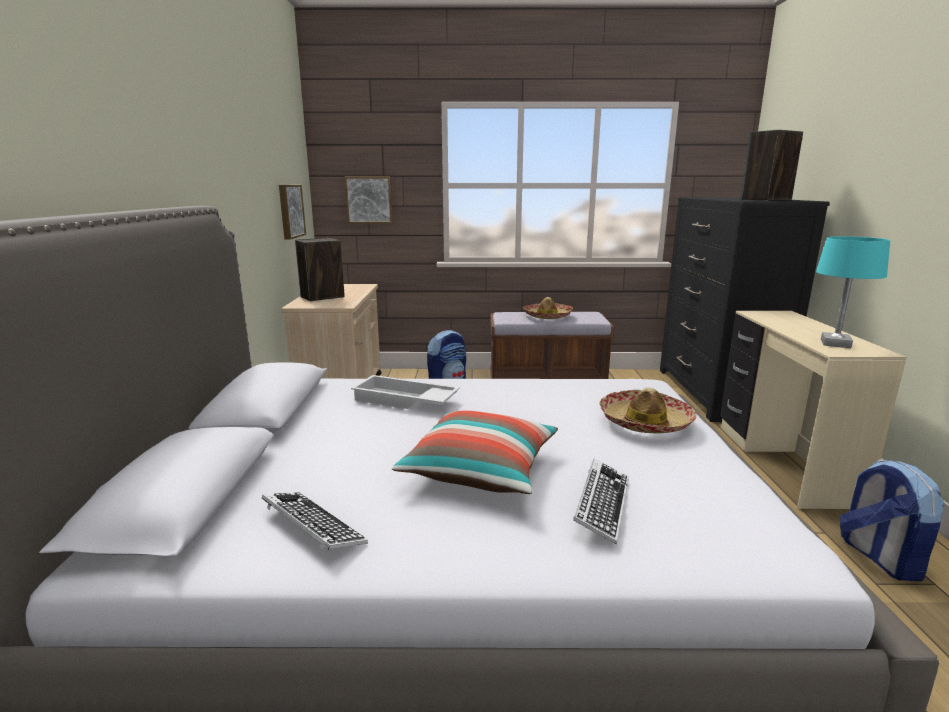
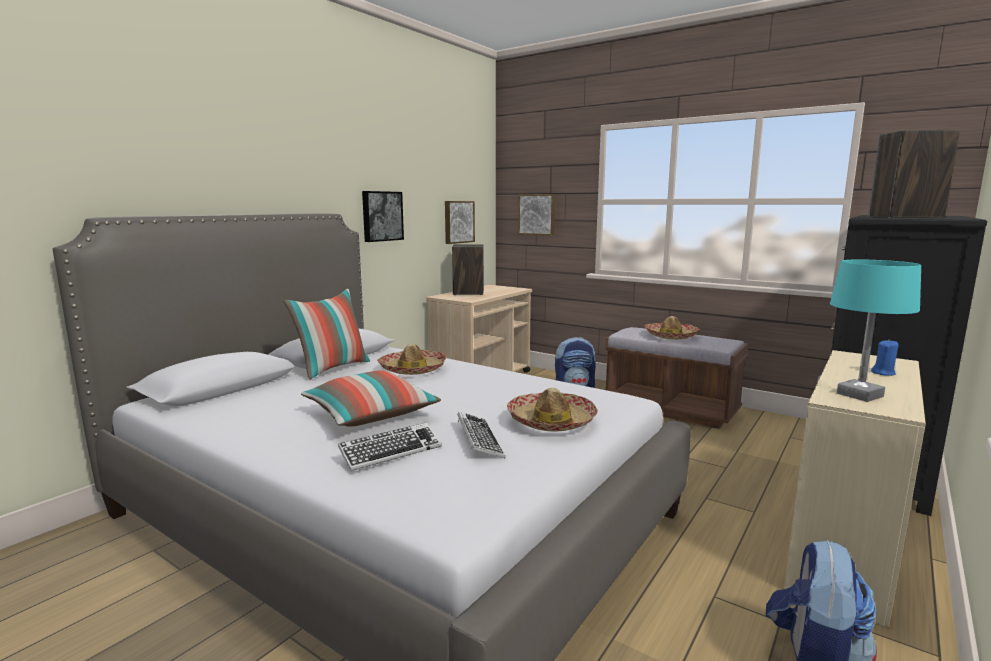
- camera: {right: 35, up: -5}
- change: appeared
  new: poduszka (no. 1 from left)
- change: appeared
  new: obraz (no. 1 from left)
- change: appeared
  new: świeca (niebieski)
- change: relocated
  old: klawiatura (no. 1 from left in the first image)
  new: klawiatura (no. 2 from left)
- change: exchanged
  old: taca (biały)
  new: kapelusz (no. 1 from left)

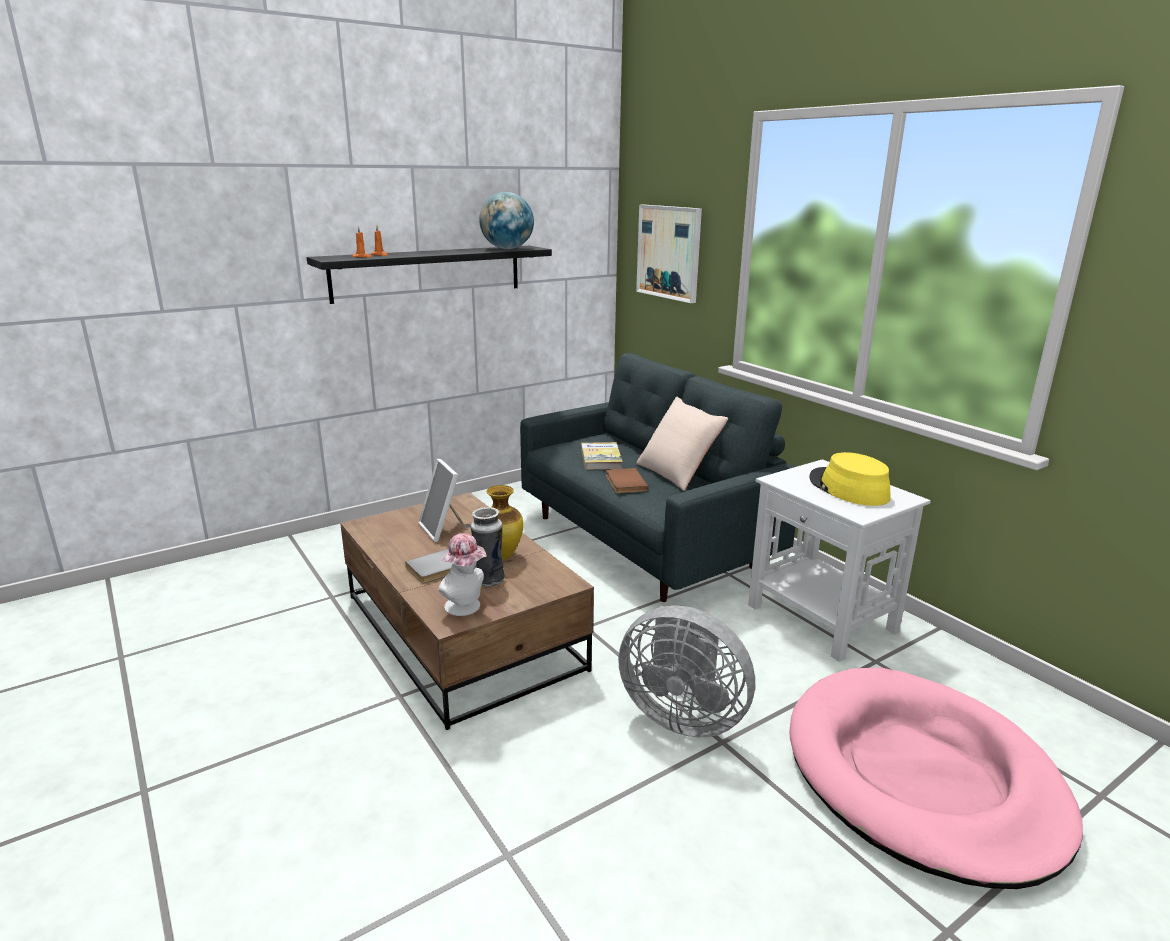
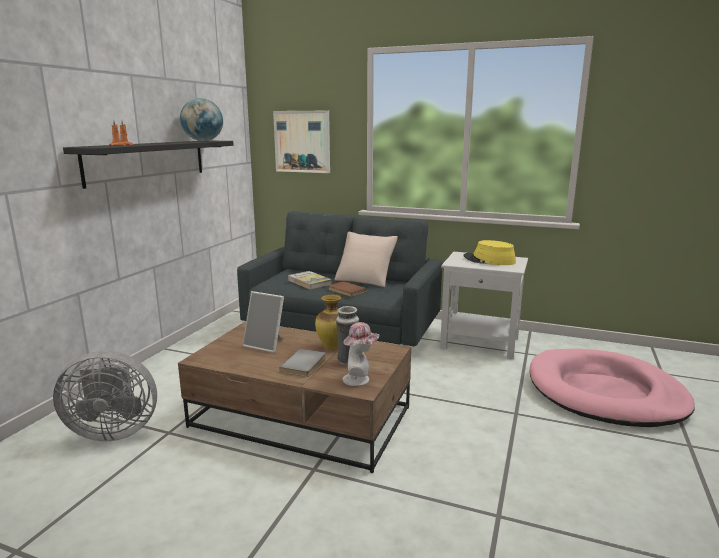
- camera: {right: -35, up: -5}
- change: relocated
  old: wentylator (szary)

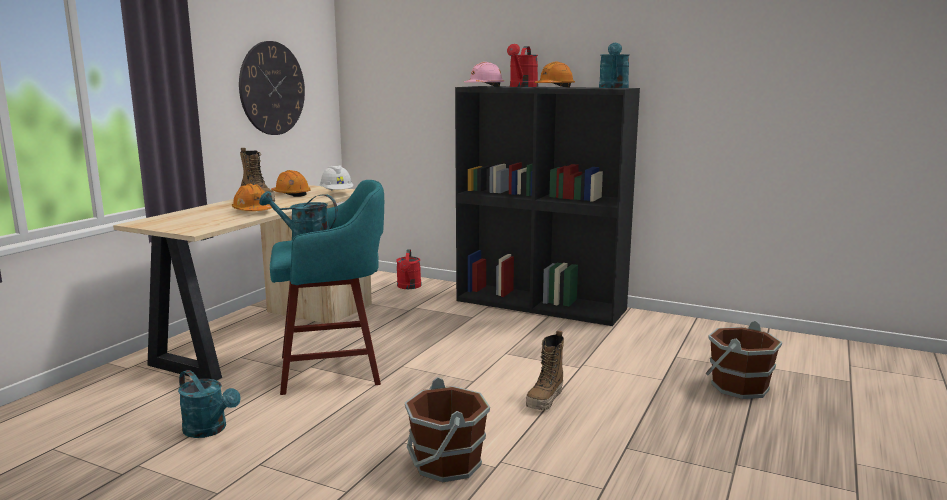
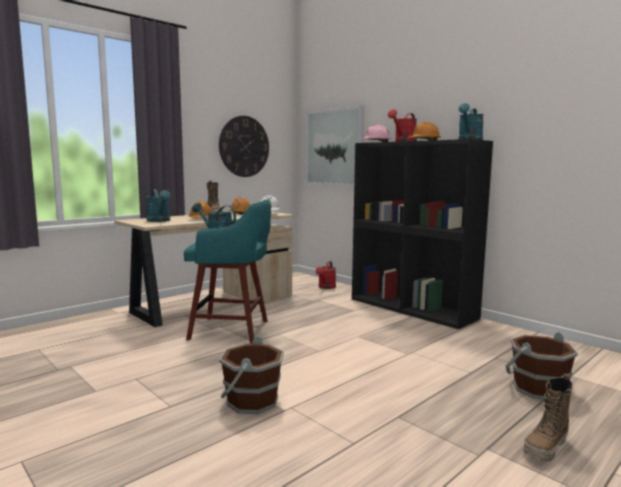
- camera: {right: 20, up: -5}
- change: appeared
  new: obraz
- change: relocated
  old: konewka (turkusowy) (no. 1 from left)
- change: relocated
  old: but z cholewką (no. 2 from left)

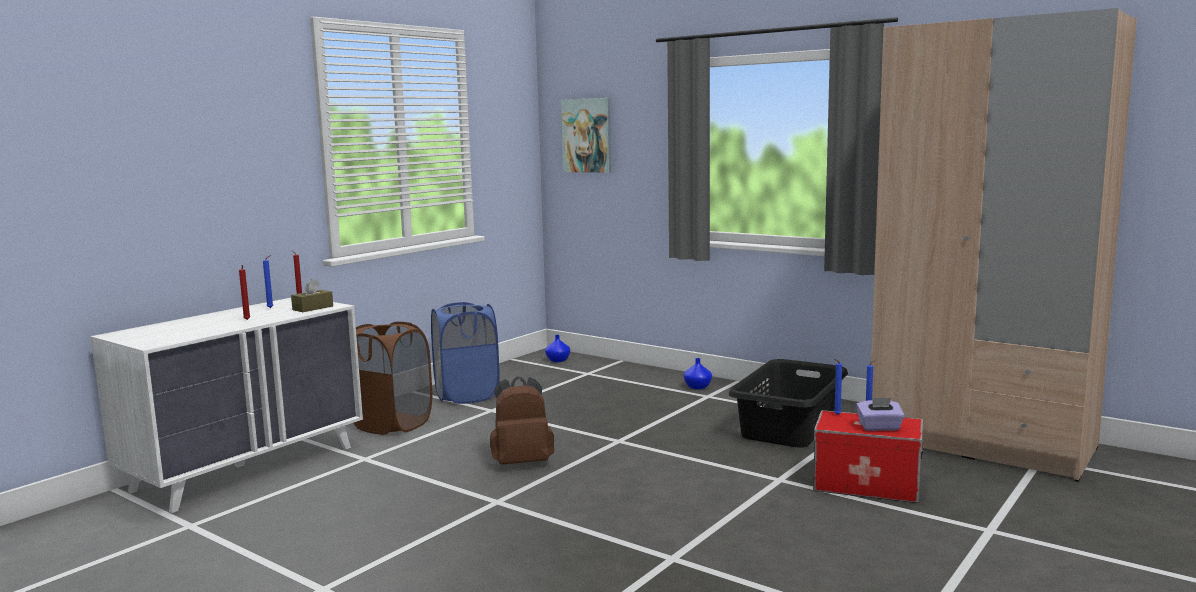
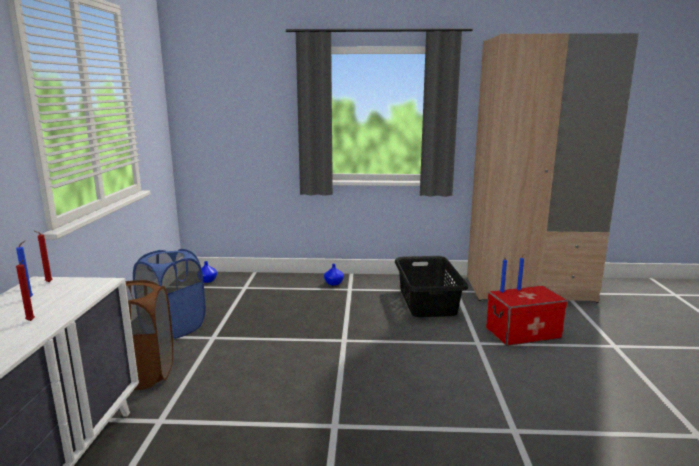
- camera: {right: -35, up: 5}
- change: missing
  old: pudełko chusteczek (brązowy)
- change: missing
  old: plecak (brązowy)
- change: missing
  old: obraz
- change: missing
  old: pudełko chusteczek (fioletowy)

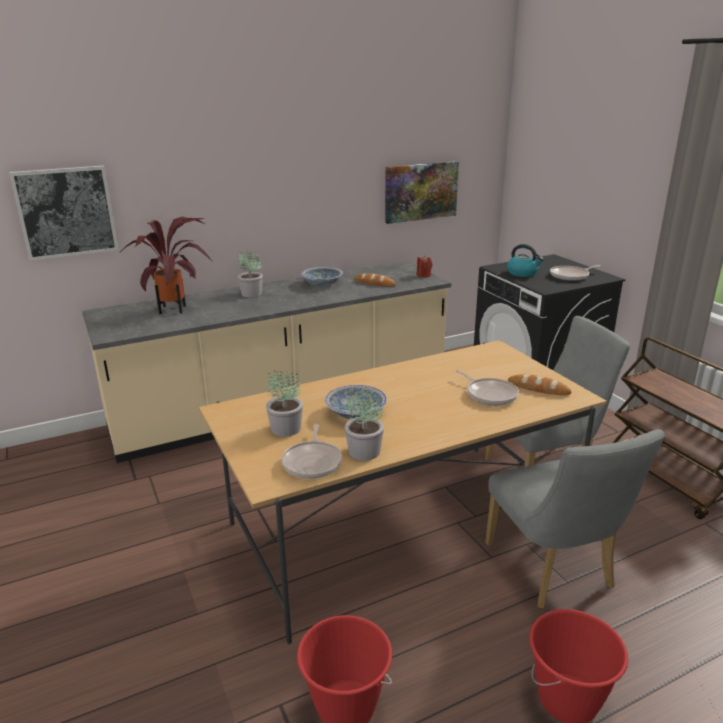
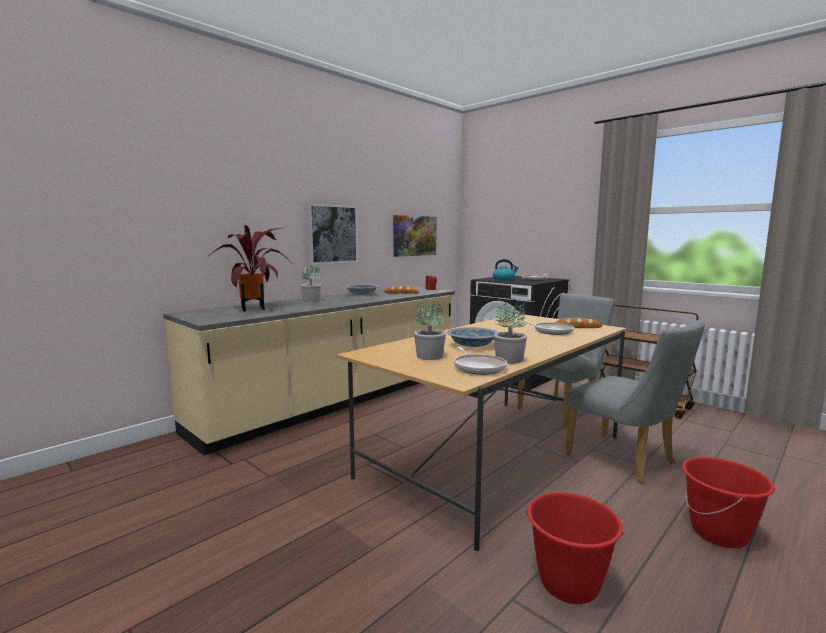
- camera: {right: -20, up: -15}
- change: relocated
  old: obraz (no. 1 from left)

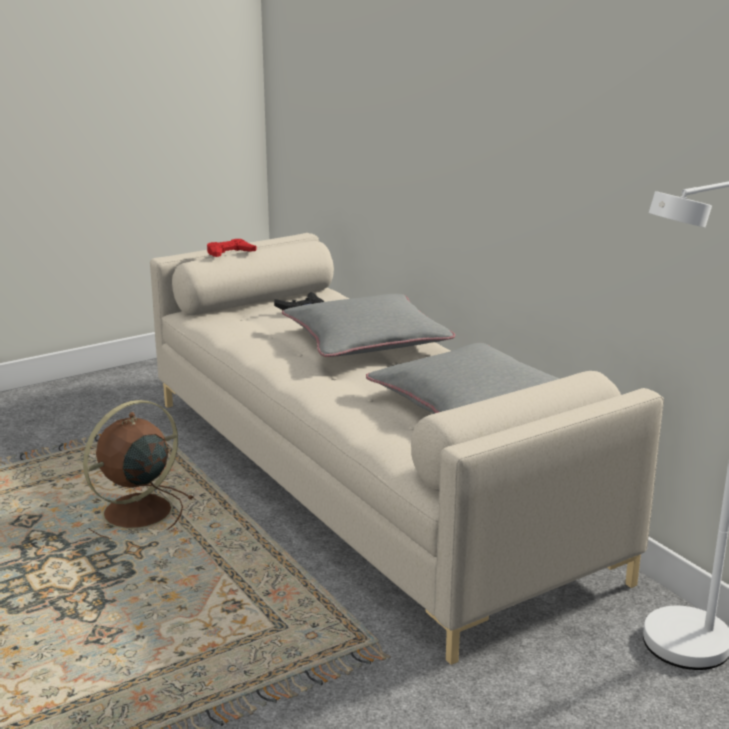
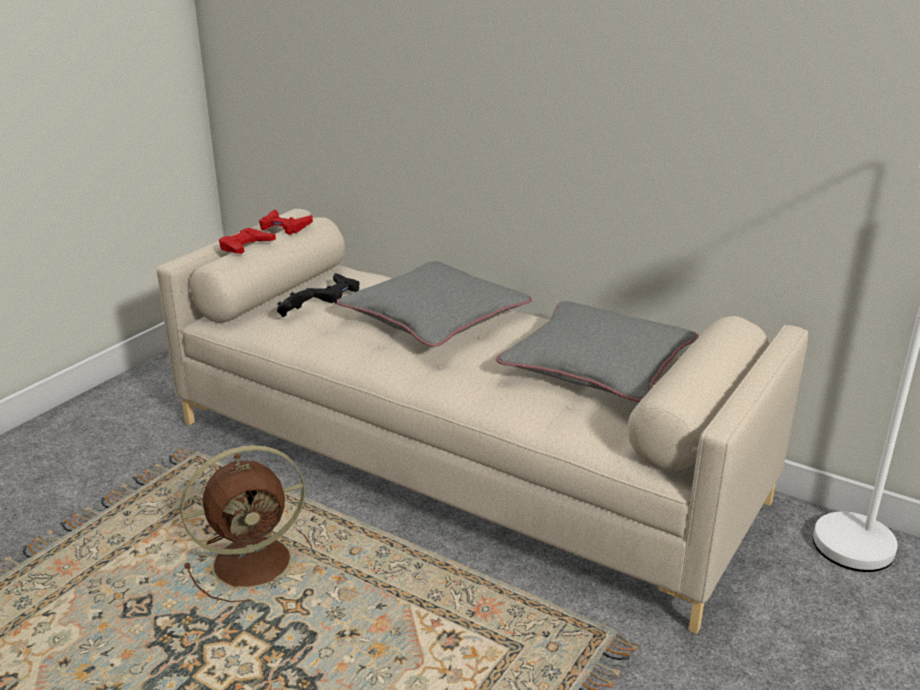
- camera: {right: -25, up: 5}
- change: appeared
  new: pad do gier (czerwony) (no. 2 from left)
- change: appeared
  new: pad do gier (czarny) (no. 1 from left)
- change: spun
  old: wentylator (brązowy)
  degrees: -135

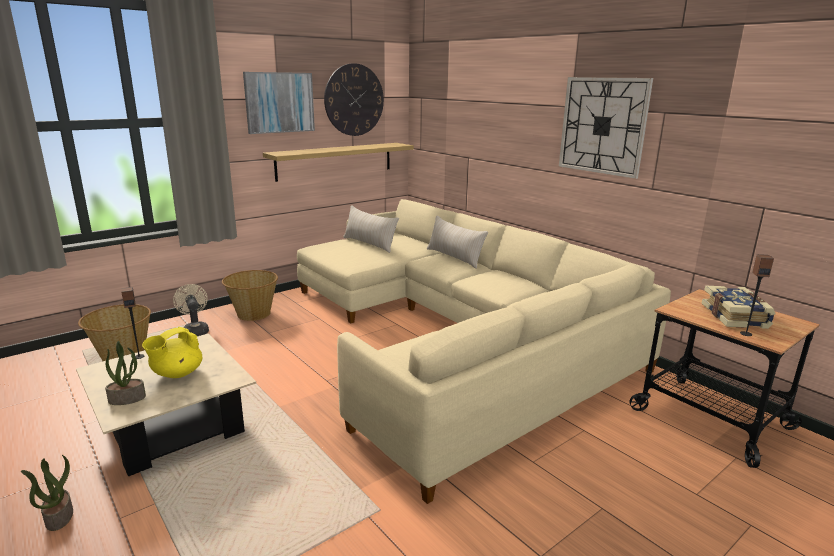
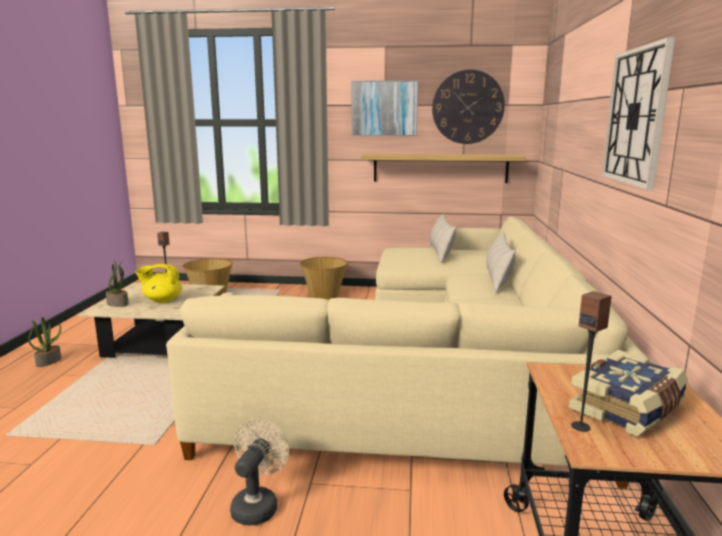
- camera: {right: 45, up: -5}
- change: relocated
  old: wentylator (beżowy)

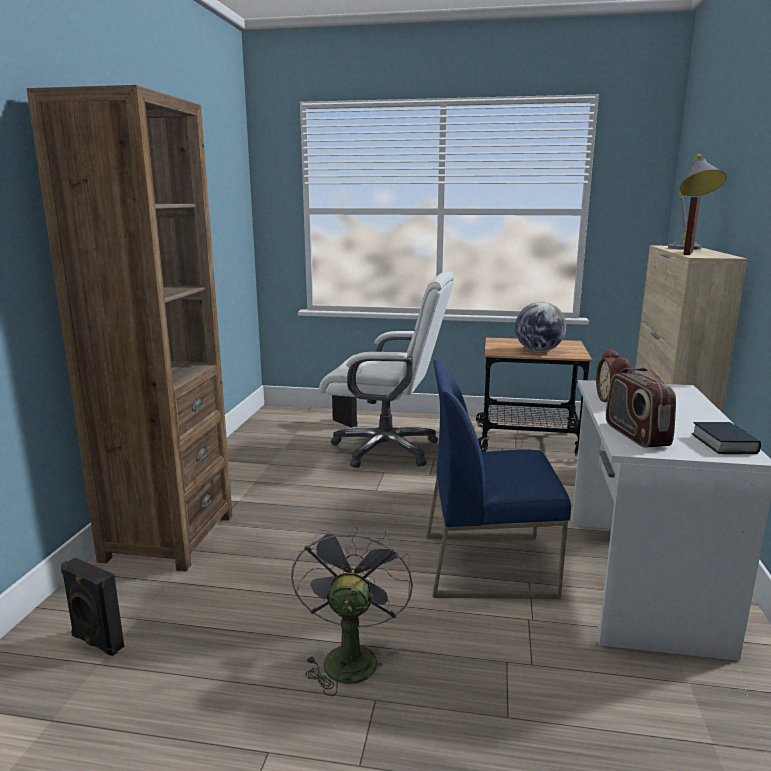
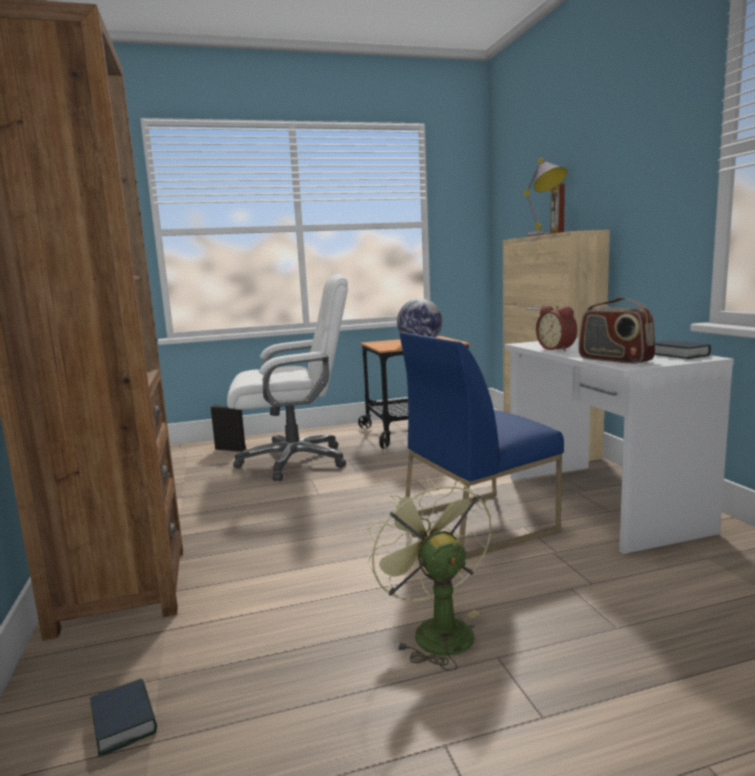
- camera: {right: -25, up: -5}
- change: exchanged
  old: głośnik (czarny) (no. 1 from left)
  new: książka (no. 1 from left)
- change: colour
  old: wentylator (szary)
  new: wentylator (zielony)

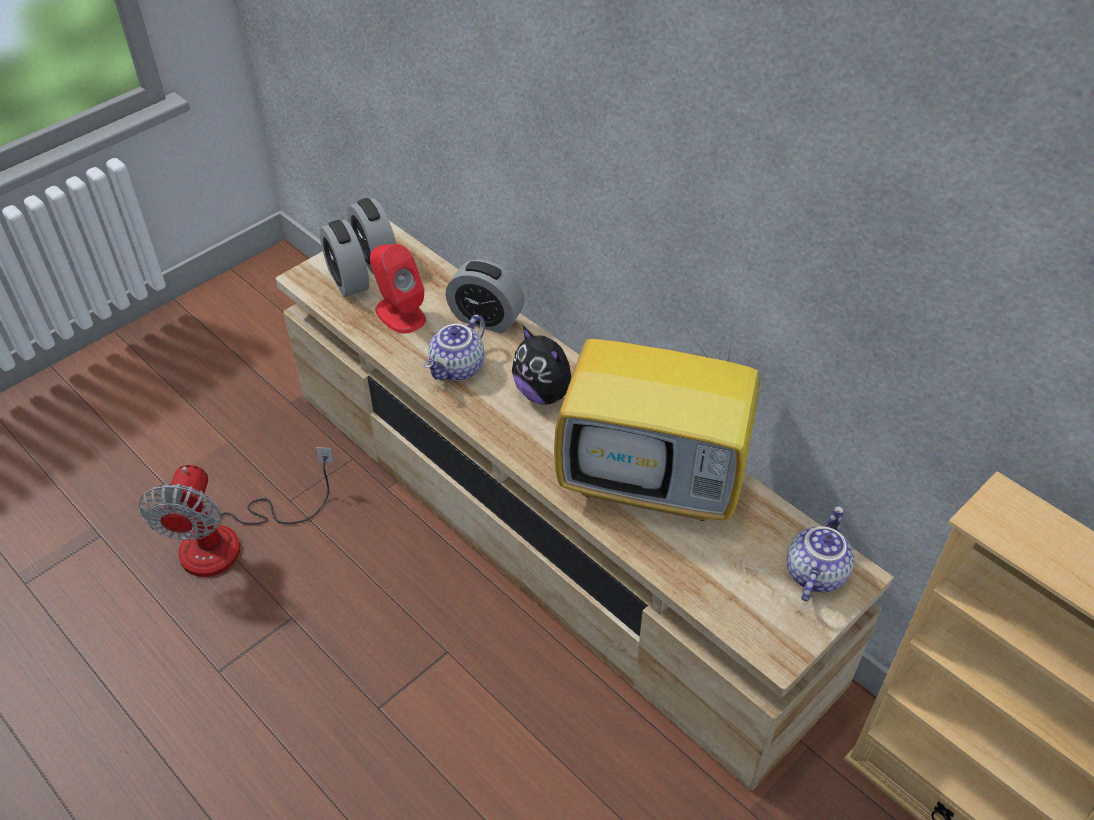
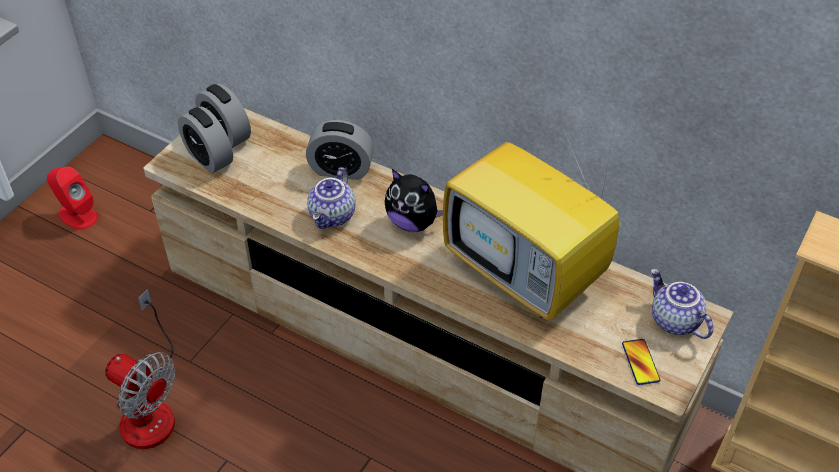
- camera: {right: -15, up: 0}
- change: appeared
  new: telefon
- change: relocated
  old: głośnik (czerwony)
- change: spun
  old: wentylator
  degrees: -45
- change: spun
  old: telewizor
  degrees: 45
- change: spun
  old: imbryk (no. 2 from left)
  degrees: -45

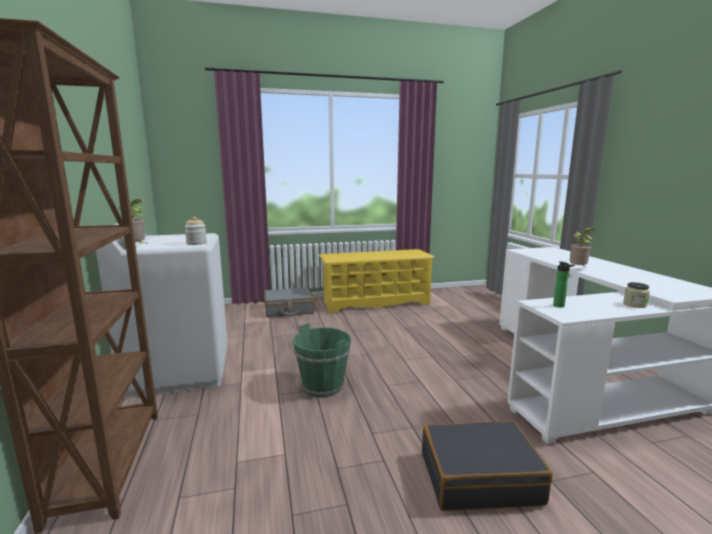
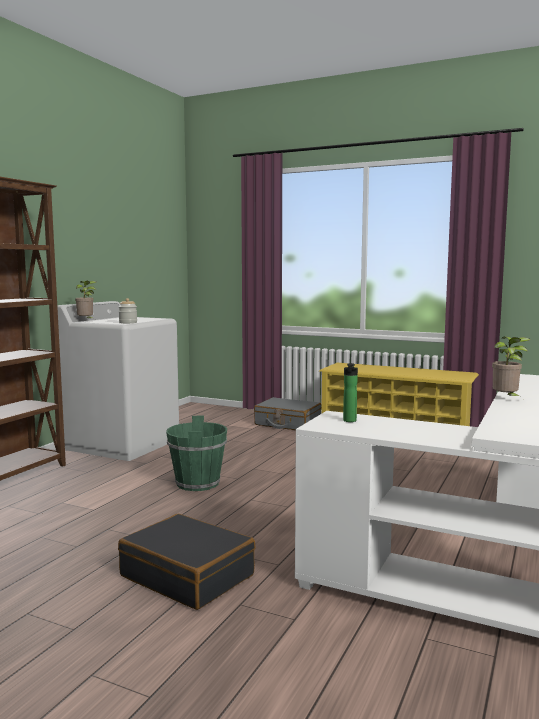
- camera: {right: 40, up: -5}
- change: missing
  old: słoik (no. 2 from left)

